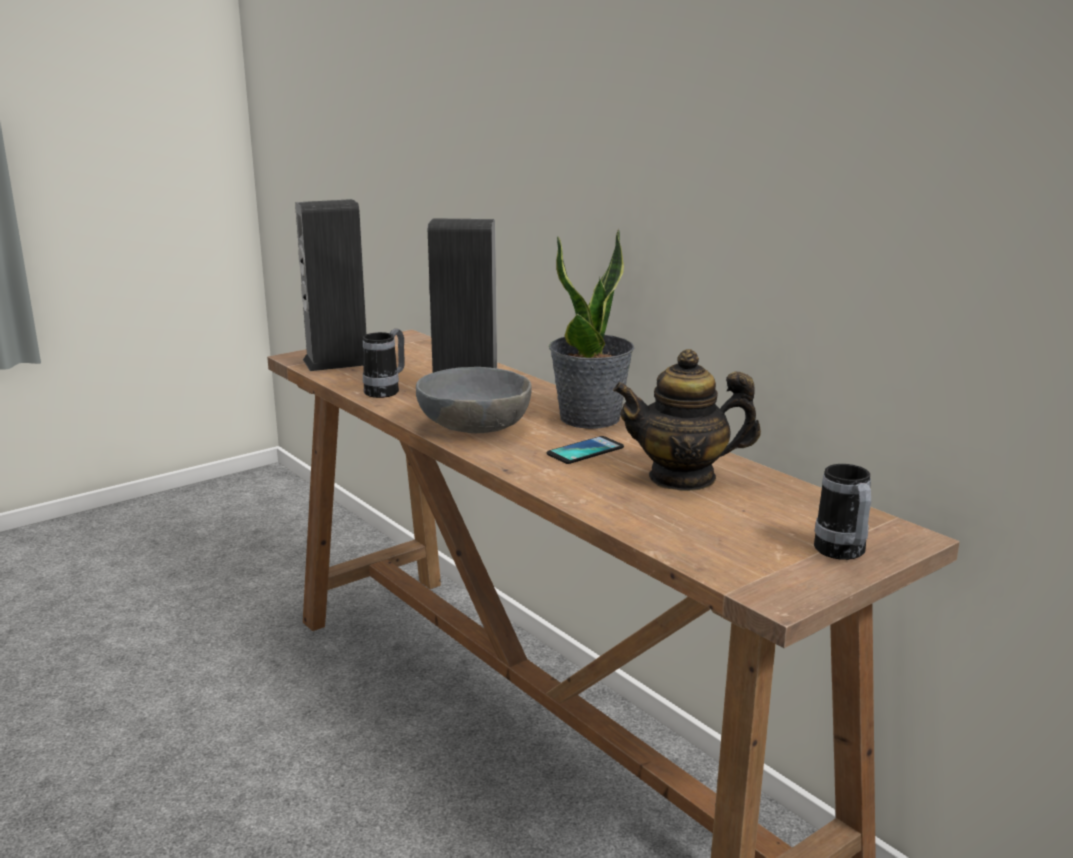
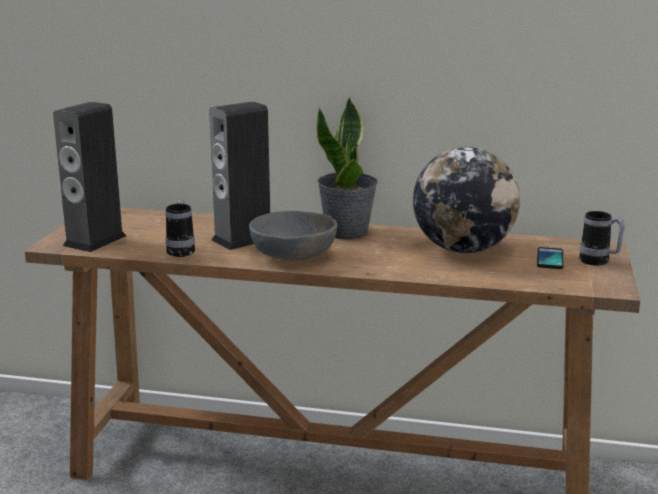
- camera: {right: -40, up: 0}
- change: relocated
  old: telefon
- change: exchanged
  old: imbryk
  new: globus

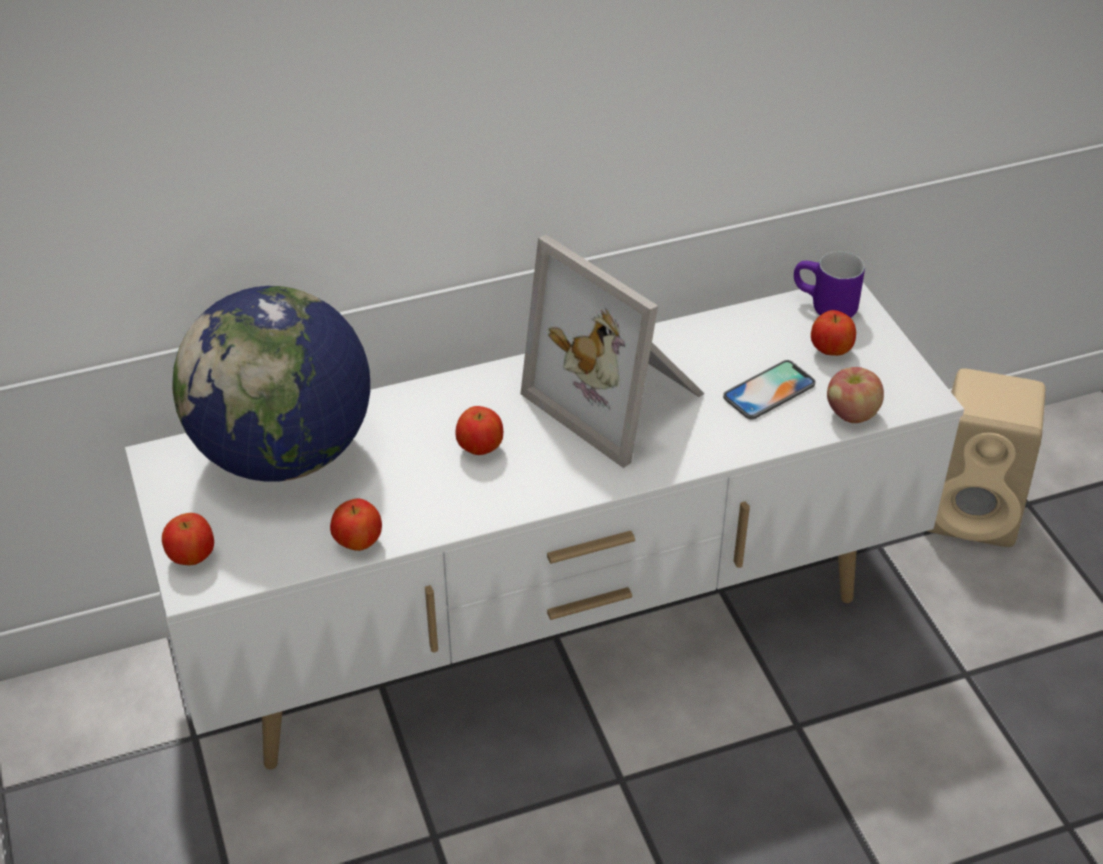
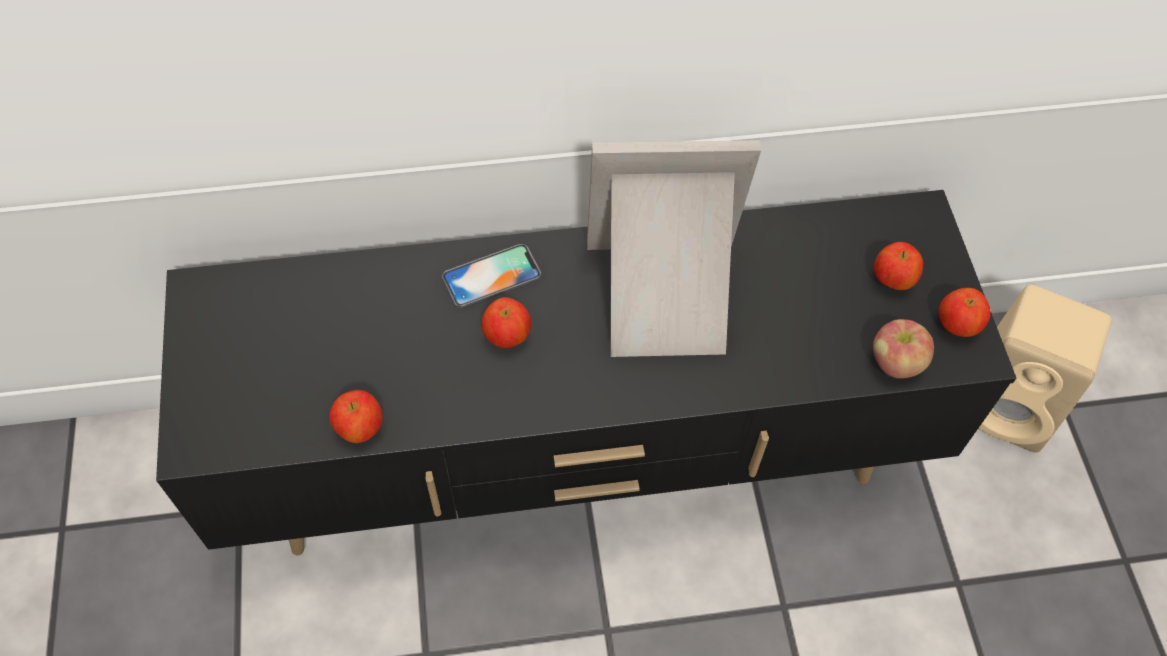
- camera: {right: 10, up: 15}
- change: missing
  old: globus
- change: missing
  old: kubek (fioletowy)
- change: relocated
  old: jabłko (no. 1 from left in the first image)
  new: jabłko (no. 5 from left)
- change: relocated
  old: telefon
- change: colour
  old: szafka pod telewizor (biały)
  new: szafka pod telewizor (czarny)
- change: spun
  old: ramka na zdjęcie
  degrees: 120

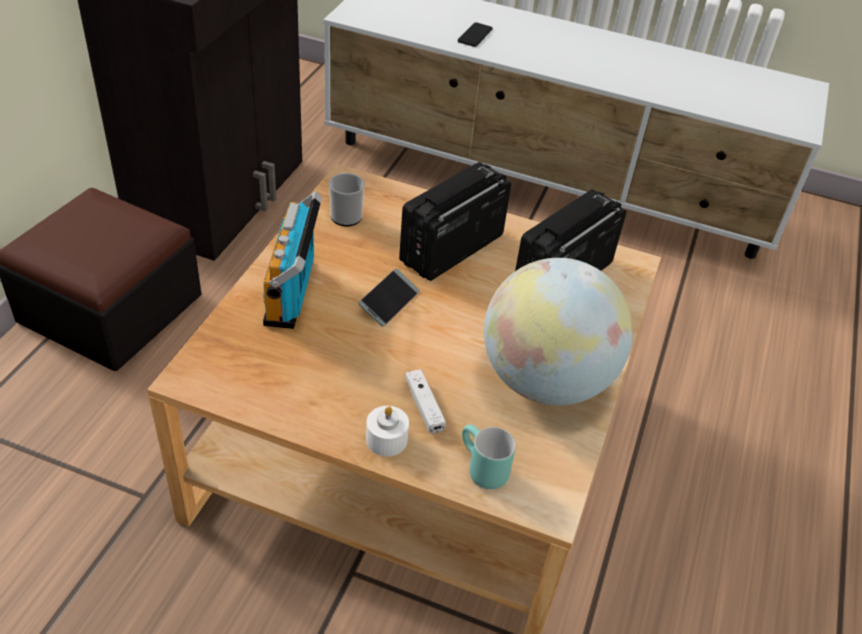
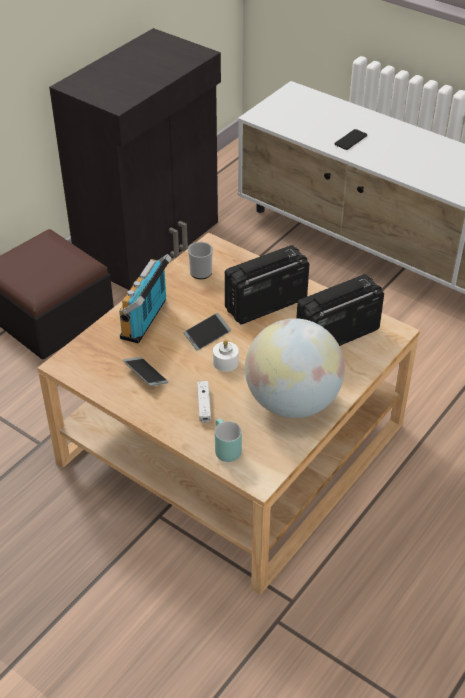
- camera: {right: 20, up: 0}
- change: appeared
  new: telefon (no. 1 from left)
- change: relocated
  old: świeca (biały)

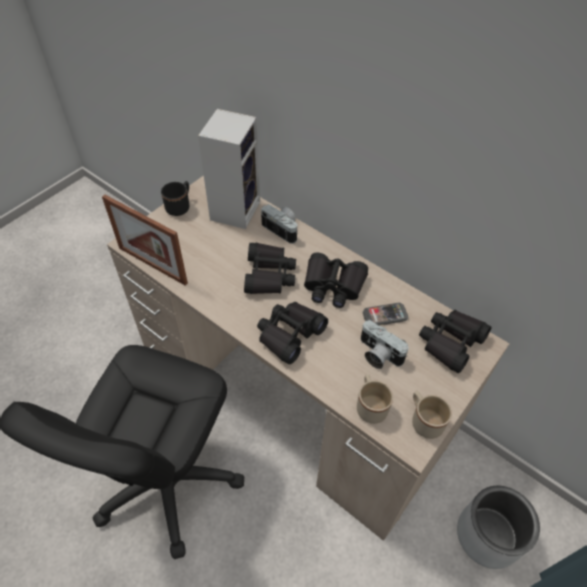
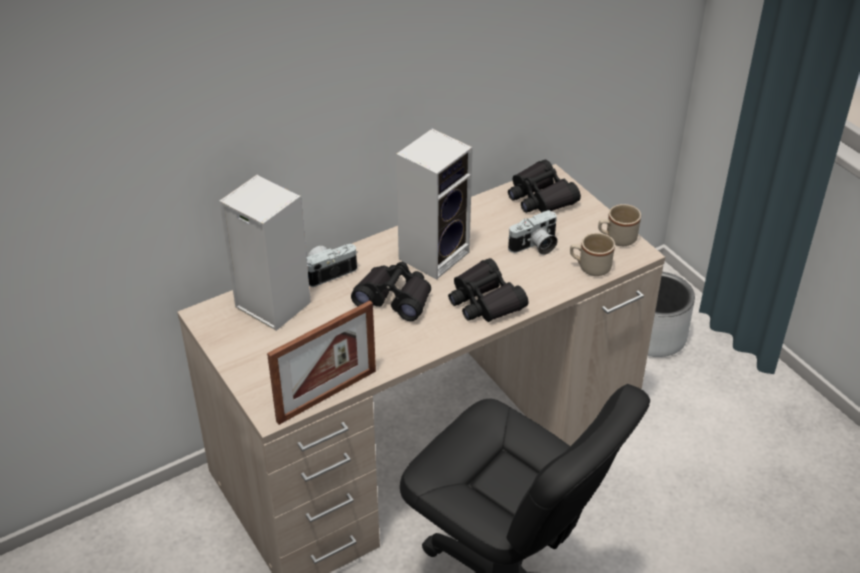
- camera: {right: -70, up: -10}
- change: missing
  old: kubek (czarny)
- change: missing
  old: telefon
- change: exchanged
  old: lornetka (czarny) (no. 3 from left)
  new: głośnik (no. 2 from left)

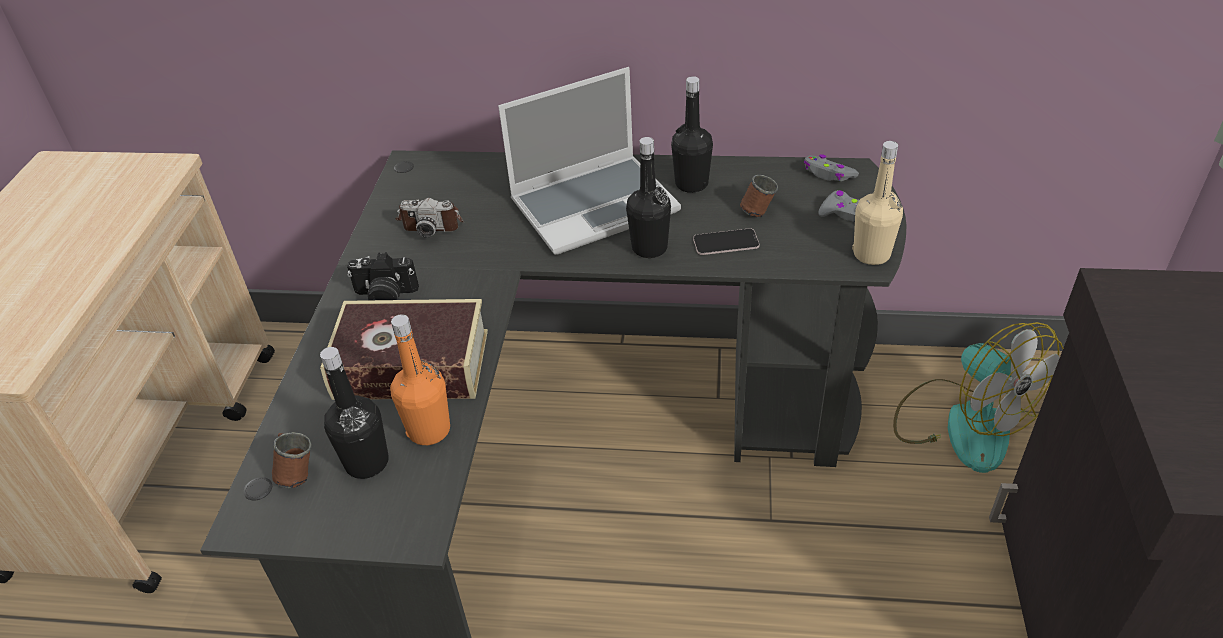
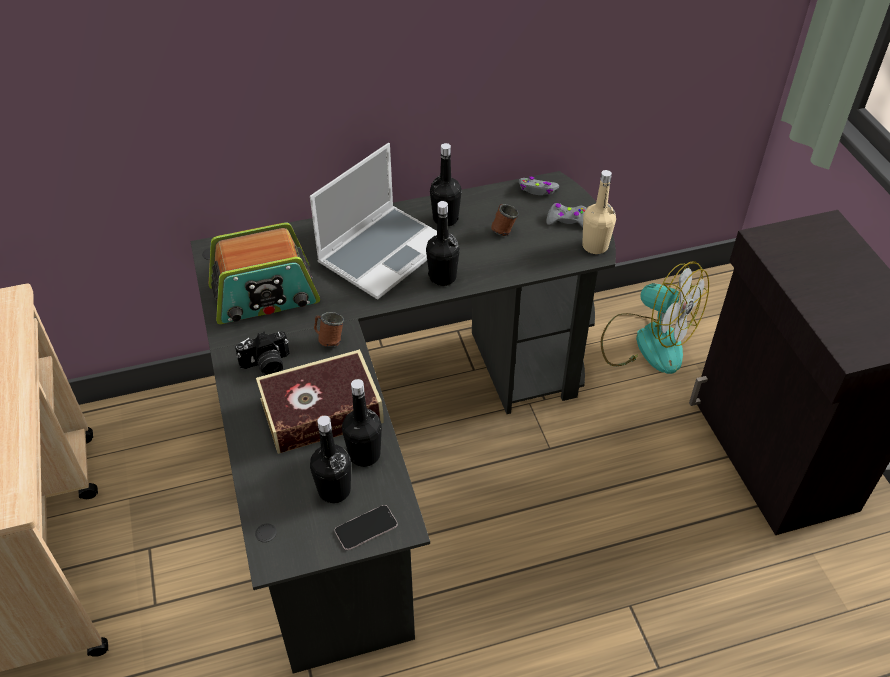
- camera: {right: -25, up: 5}
- change: relocated
  old: kubek (brązowy) (no. 1 from left)
- change: relocated
  old: telefon
- change: exchanged
  old: aparat fotograficzny (no. 2 from left)
  new: radio
- change: colour
  old: butelka (pomarańczowy)
  new: butelka (czarny) (no. 2 from left)

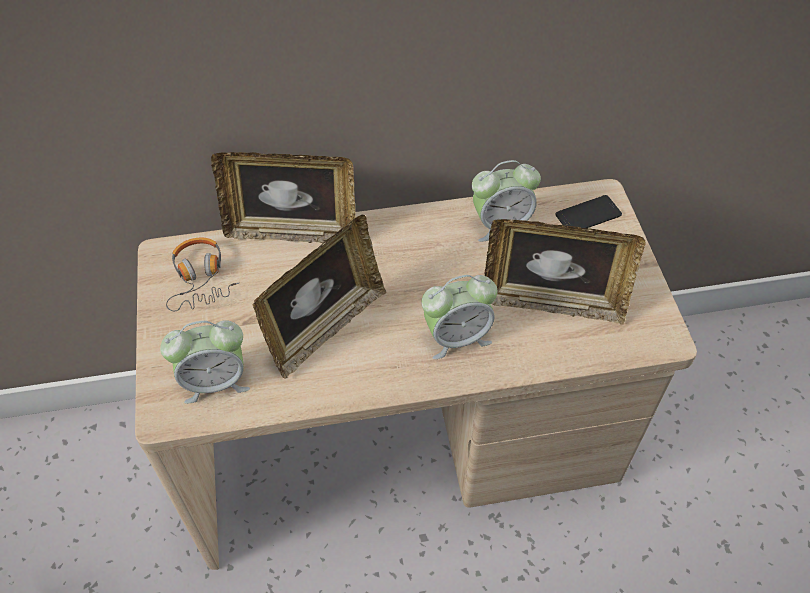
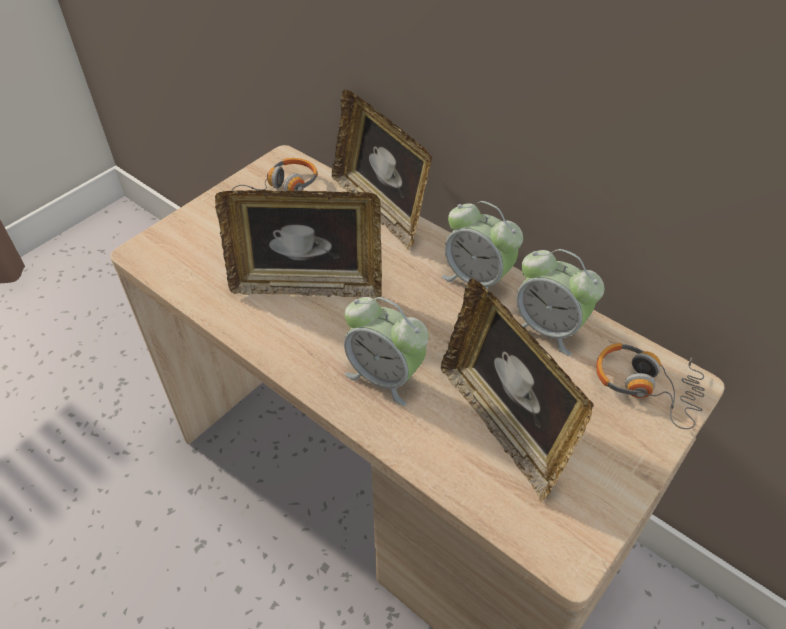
- camera: {right: 50, up: -5}
- change: relocated
  old: budzik (no. 1 from left in the first image)
  new: budzik (no. 2 from left)
- change: exchanged
  old: telefon
  new: słuchawki (no. 2 from left)

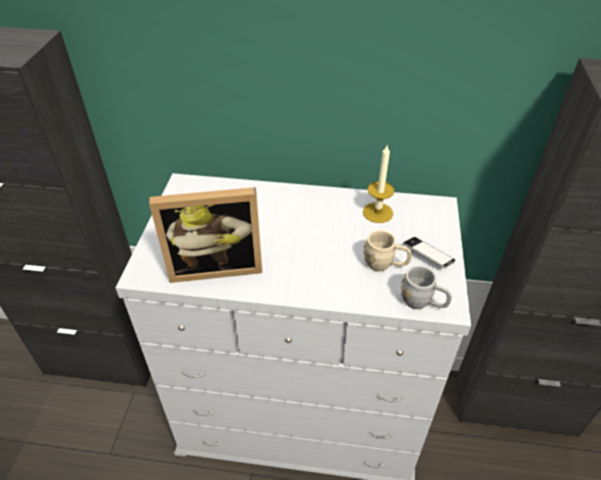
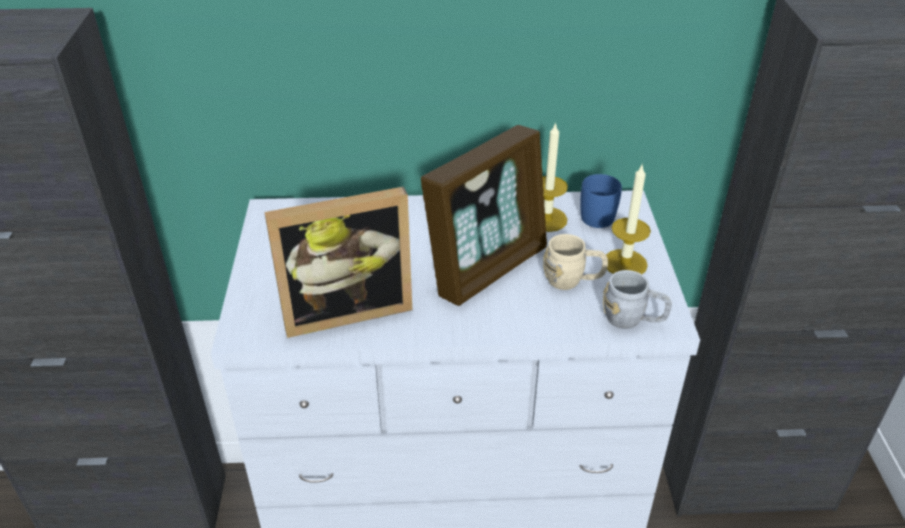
- camera: {right: -10, up: -5}
- change: appeared
  new: ramka na zdjęcie (no. 2 from left)
- change: appeared
  new: kubek (niebieski)
- change: exchanged
  old: telefon
  new: świeca (no. 2 from left)

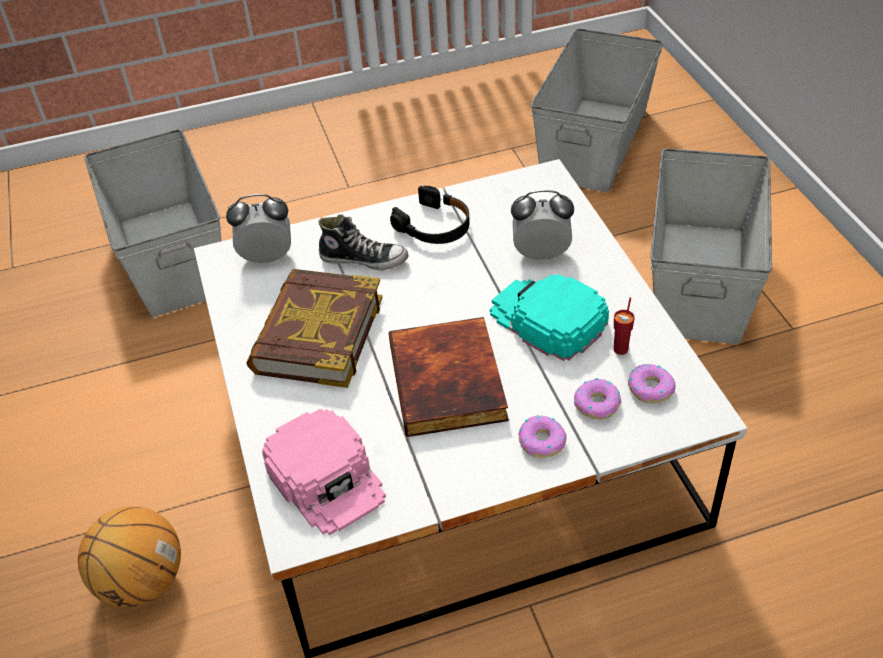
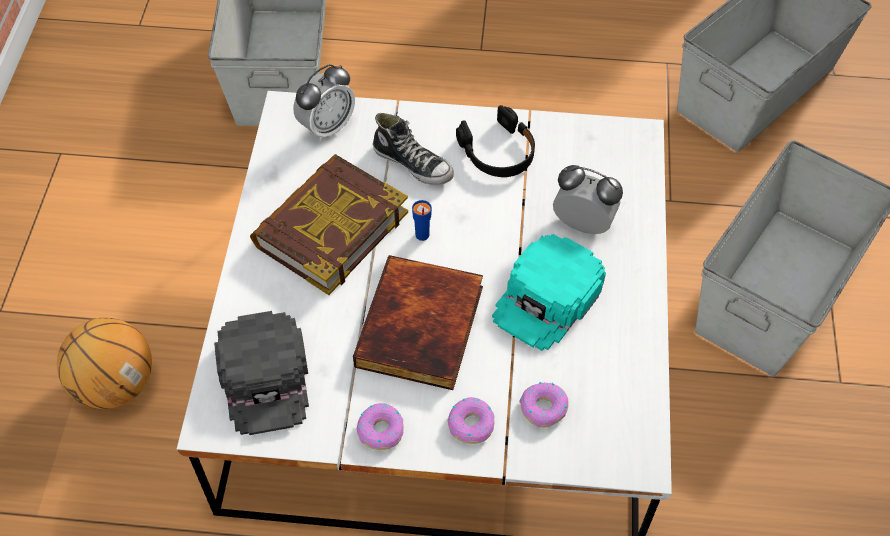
- camera: {right: 20, up: 10}
- change: missing
  old: filiżanka (czerwony)
- change: appeared
  new: filiżanka (niebieski)
- change: relocated
  old: donut (no. 3 from left in the first image)
  new: donut (no. 1 from left)
- change: colour
  old: czapka z daszkiem (różowy)
  new: czapka z daszkiem (czarny)
- change: spun
  old: budzik (no. 1 from left)
  degrees: 120
- change: spun
  old: czapka z daszkiem (turkusowy)
  degrees: -120

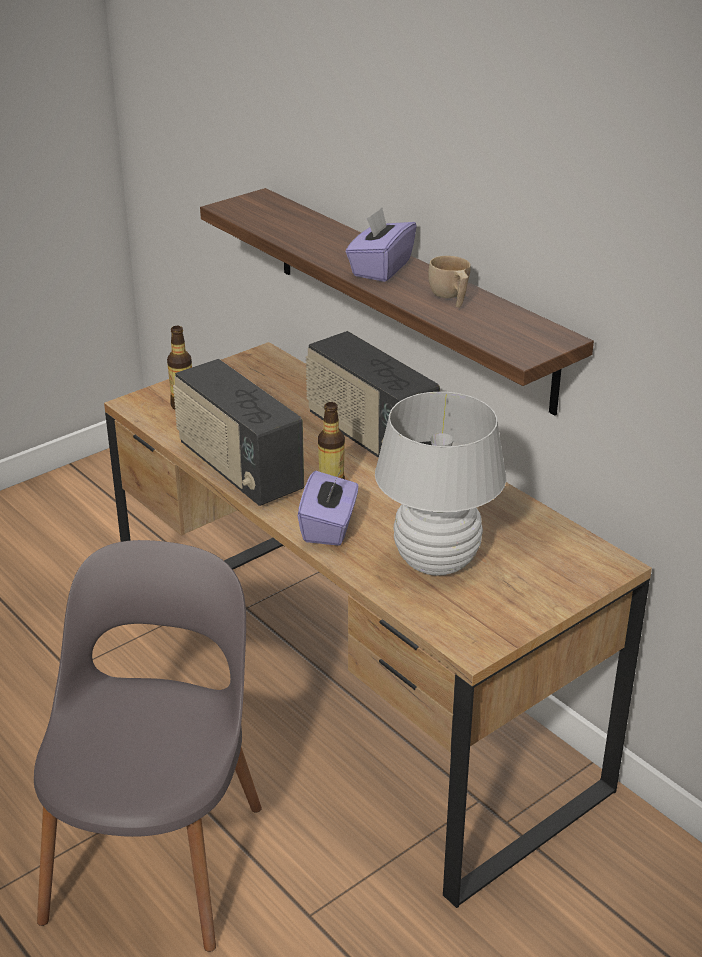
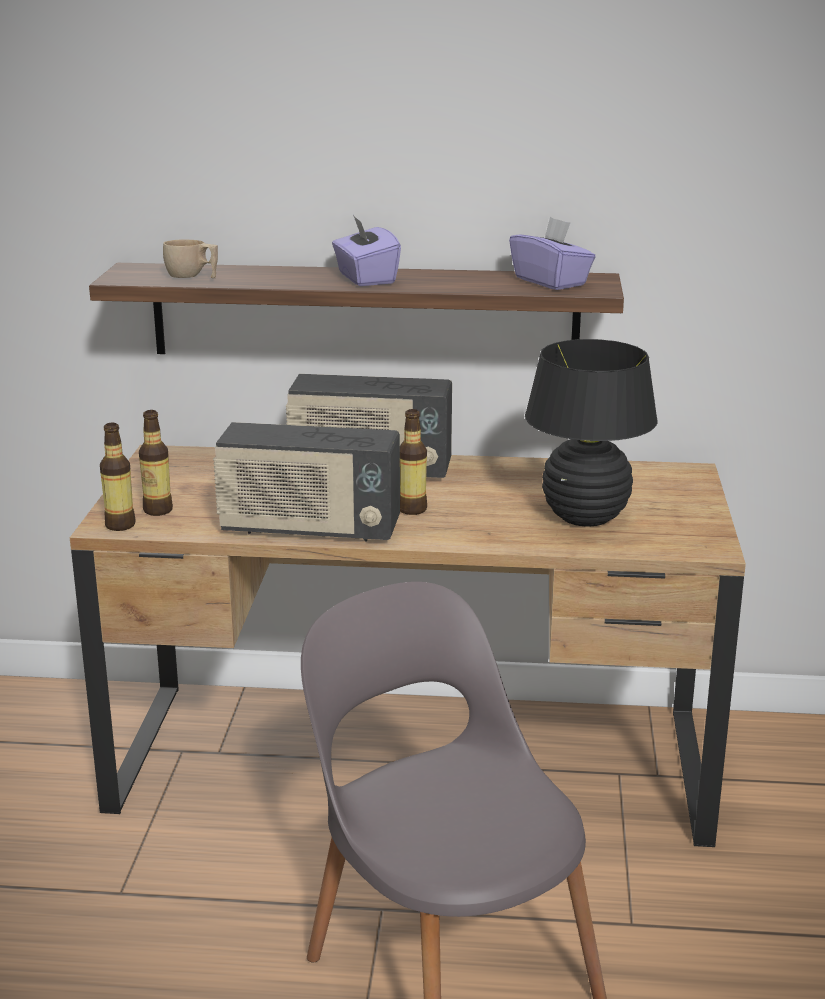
- camera: {right: -45, up: -10}
- change: appeared
  new: butelka (no. 1 from left)
- change: relocated
  old: pudełko chusteczek (fioletowy) (no. 1 from left in the first image)
  new: pudełko chusteczek (fioletowy) (no. 2 from left)
- change: relocated
  old: filiżanka (beżowy)
- change: colour
  old: lampa stołowa (biały)
  new: lampa stołowa (czarny)

